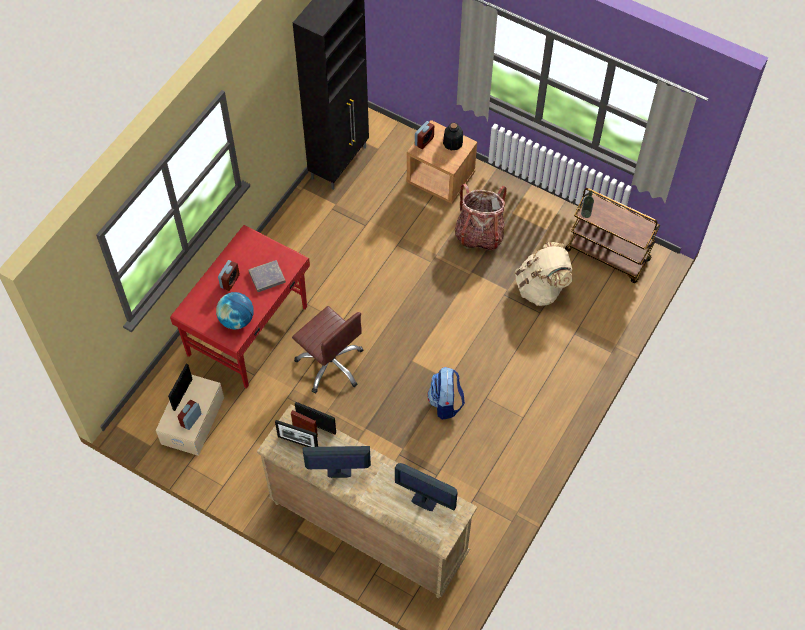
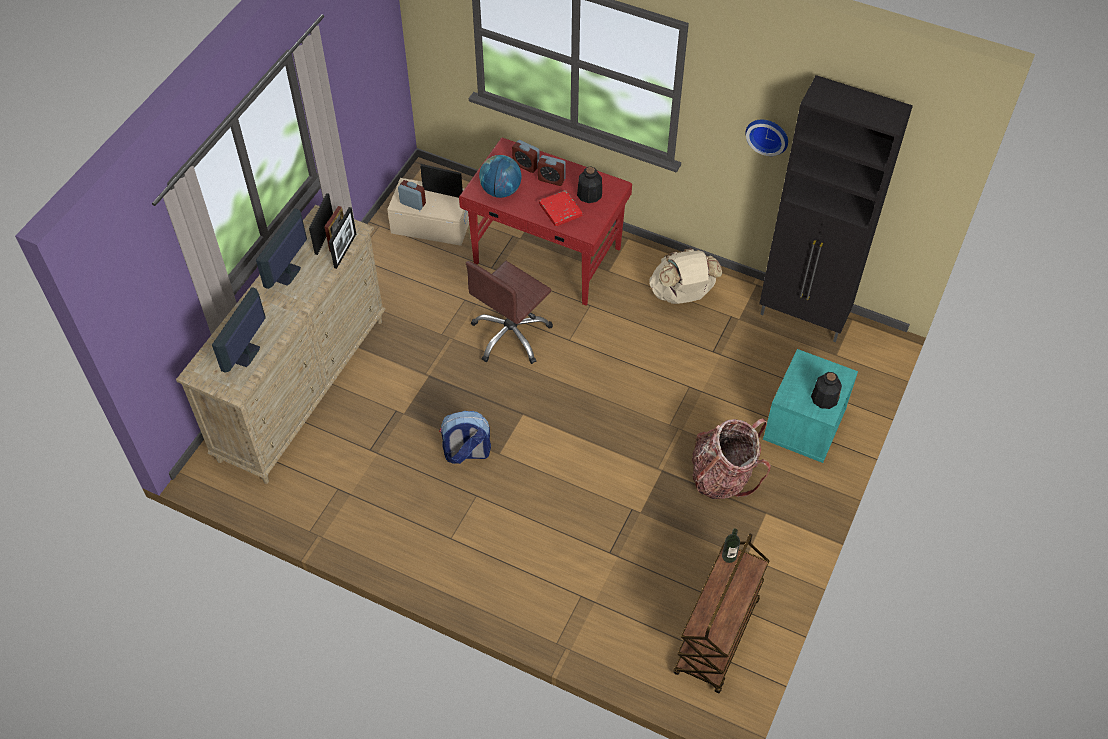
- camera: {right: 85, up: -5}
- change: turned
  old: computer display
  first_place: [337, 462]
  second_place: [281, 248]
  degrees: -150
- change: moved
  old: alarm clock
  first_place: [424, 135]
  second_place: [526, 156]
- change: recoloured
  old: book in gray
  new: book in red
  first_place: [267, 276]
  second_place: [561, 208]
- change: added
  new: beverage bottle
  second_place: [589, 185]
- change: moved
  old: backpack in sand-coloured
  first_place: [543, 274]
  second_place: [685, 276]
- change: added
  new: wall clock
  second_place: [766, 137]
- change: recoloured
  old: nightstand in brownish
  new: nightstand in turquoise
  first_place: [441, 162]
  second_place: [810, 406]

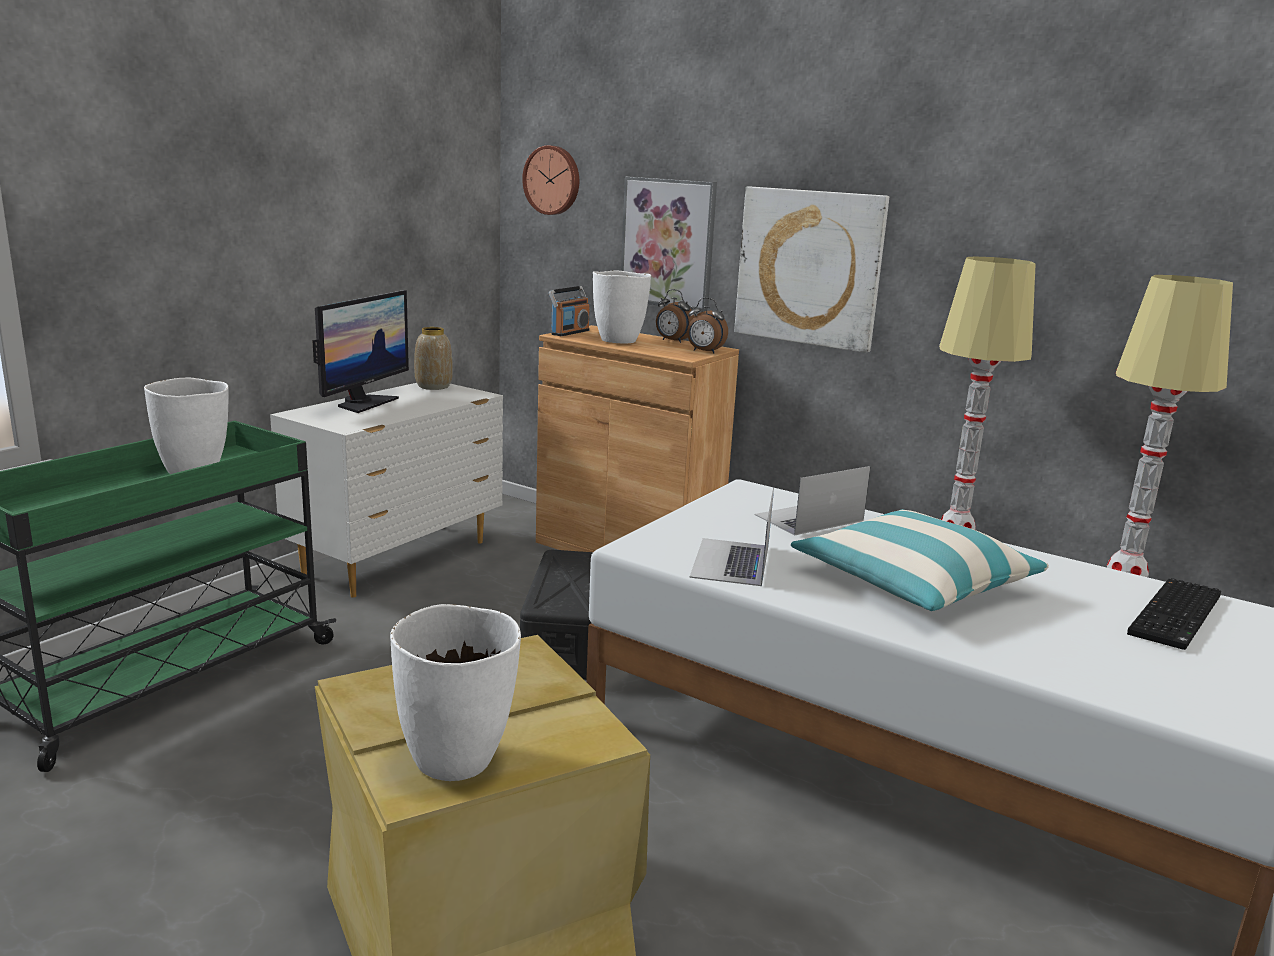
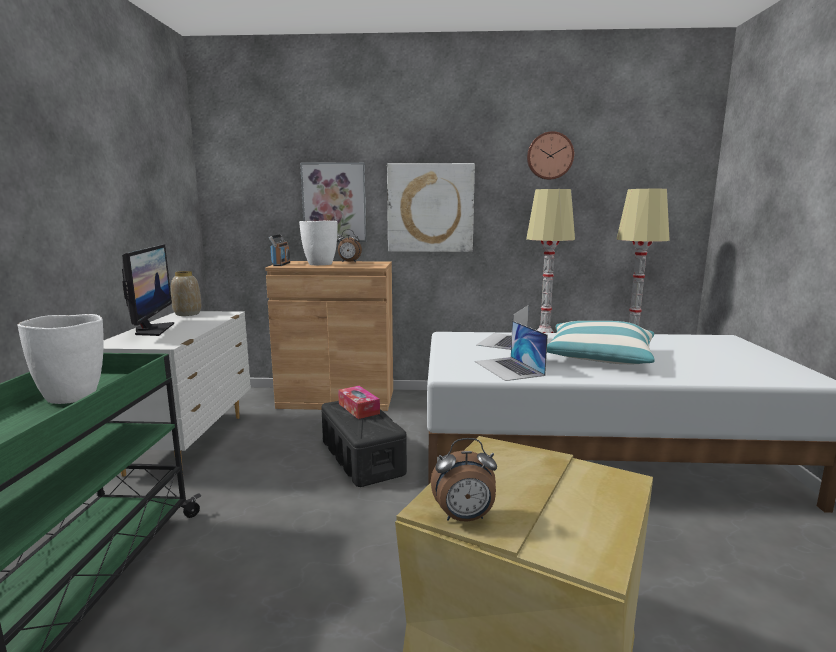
- camera: {right: -30, up: -5}
- change: added
  new: tissue box
  second_place: [359, 402]
- change: moved
  old: alarm clock
  first_place: [707, 325]
  second_place: [464, 480]
- change: moved
  old: wall clock
  first_place: [550, 180]
  second_place: [550, 155]
- change: removed
  old: decorative vase in white
  first_place: [455, 692]
- change: removed
  old: computer keyboard
  first_place: [1174, 614]

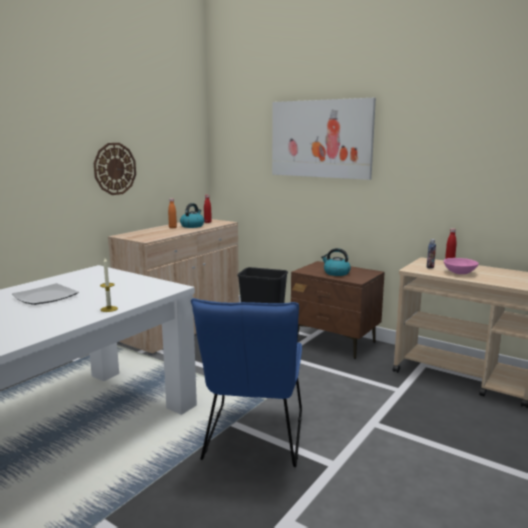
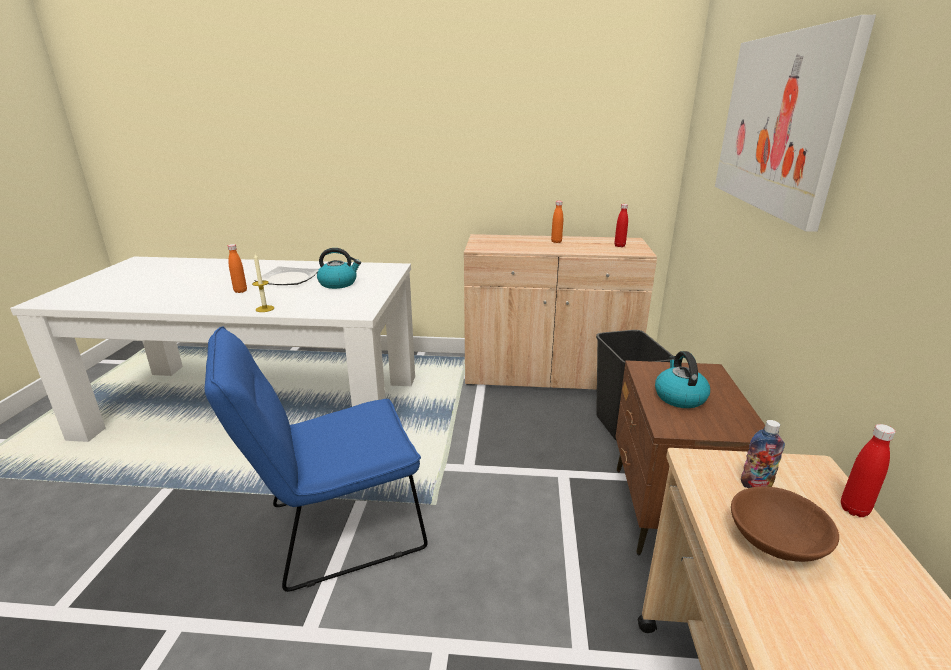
- camera: {right: 60, up: 10}
- change: added
  new: beverage bottle in orangey
  second_place: [237, 268]
- change: moved
  old: tea kettle
  first_place: [192, 215]
  second_place: [339, 268]
- change: recoloured
  old: serving bowl in pink-coloured
  new: serving bowl in brownish
  first_place: [461, 266]
  second_place: [785, 524]
- change: removed
  old: wall clock
  first_place: [115, 169]

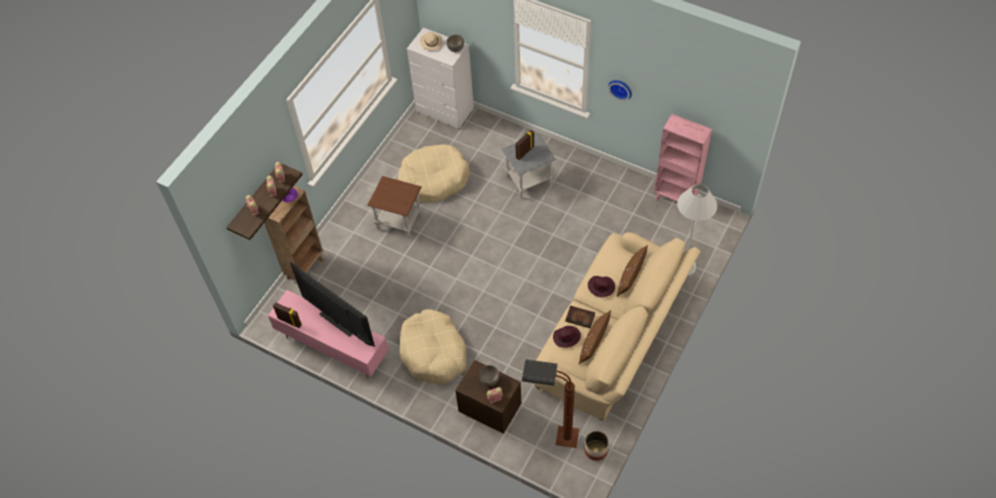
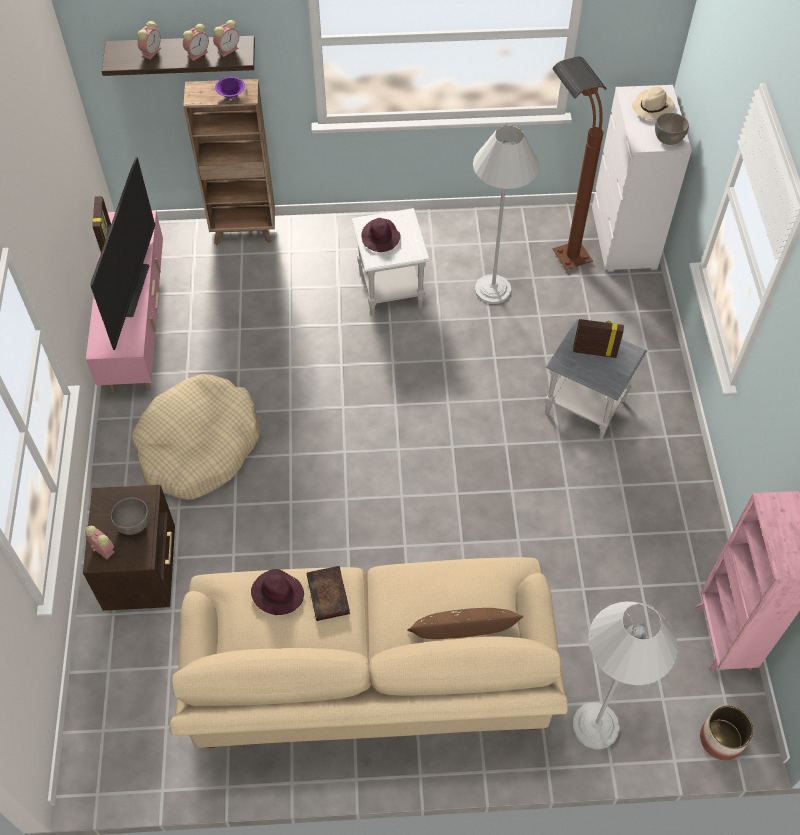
- camera: {right: 55, up: 0}
- change: recoloured
  old: side table in brownish
  new: side table in white
  first_place: [394, 207]
  second_place: [390, 262]
- change: moved
  old: wearable hat in purplish
  first_place: [601, 286]
  second_place: [381, 235]
- change: replaced
  old: dog bed in sand-coloured
  new: standing lamp in white
  first_place: [434, 173]
  second_place: [506, 214]
- change: moved
  old: standing lamp in brownish
  first_place: [550, 403]
  second_place: [579, 163]
- change: moved
  old: planter
  first_place: [596, 446]
  second_place: [726, 733]
- change: removed
  old: throw pillow in brownish
  first_place: [595, 337]
- change: removed
  old: wall clock
  first_place: [620, 90]

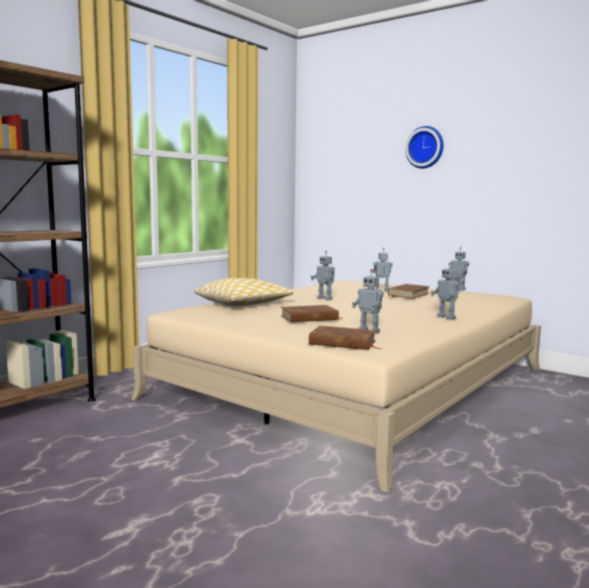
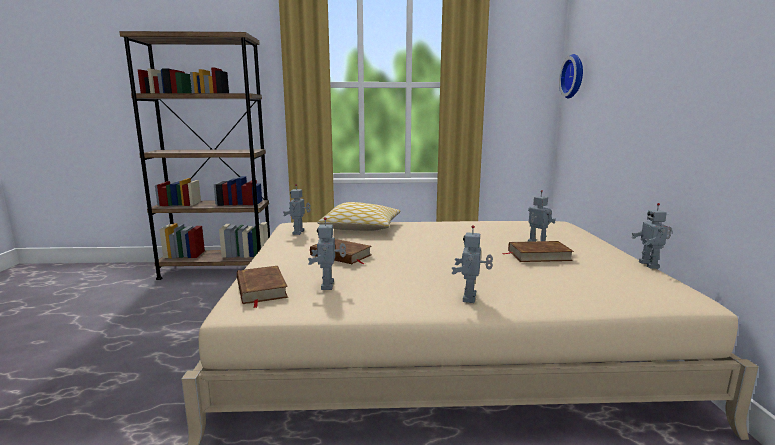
- camera: {right: 50, up: 5}
- change: moved
  old: toy robot
  first_place: [323, 275]
  second_place: [297, 209]
- change: moved
  old: wall clock
  first_place: [424, 147]
  second_place: [571, 76]

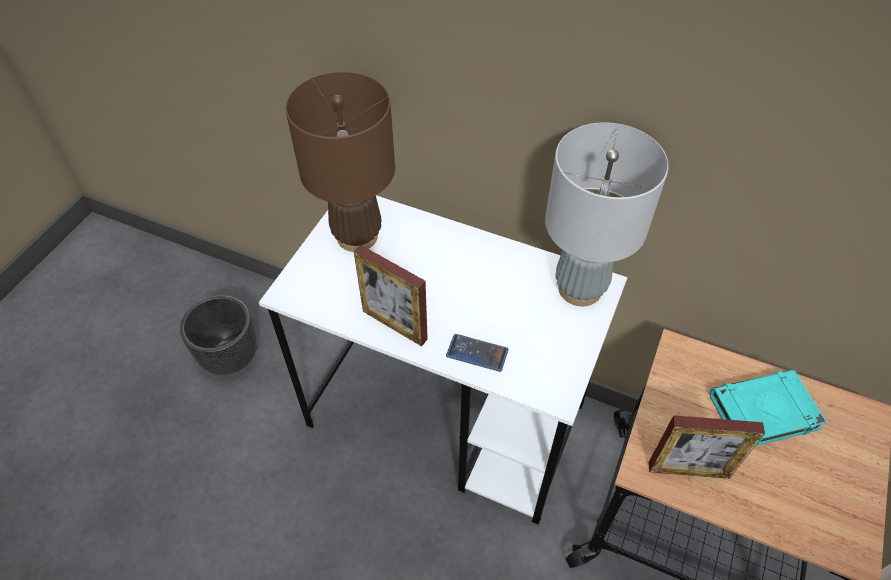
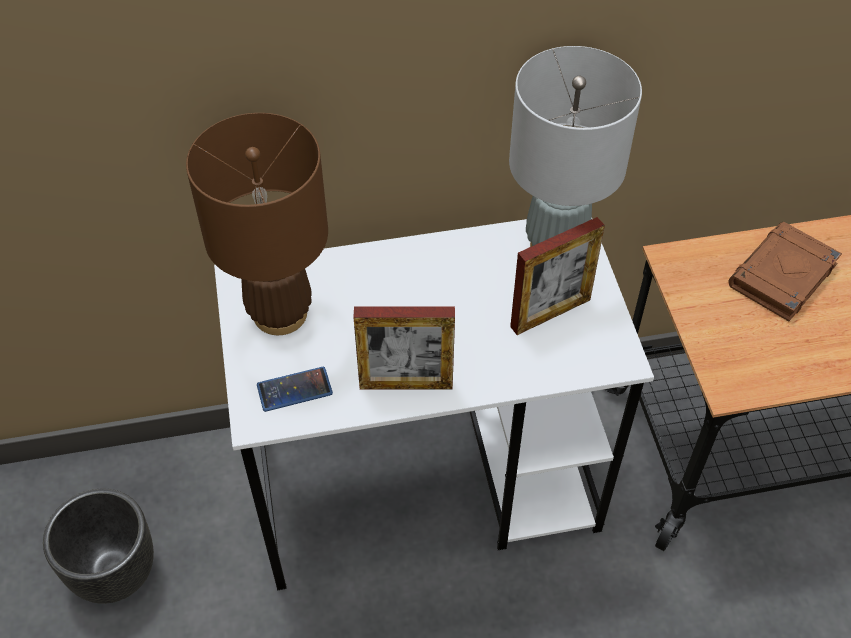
- camera: {right: -35, up: 0}
- change: moved
  old: phone
  first_place: [477, 353]
  second_place: [295, 389]
- change: moved
  old: standing frame
  first_place: [707, 447]
  second_place: [557, 276]
- change: recoloured
  old: book in turquoise
  new: book in brownish
  first_place: [768, 408]
  second_place: [785, 272]

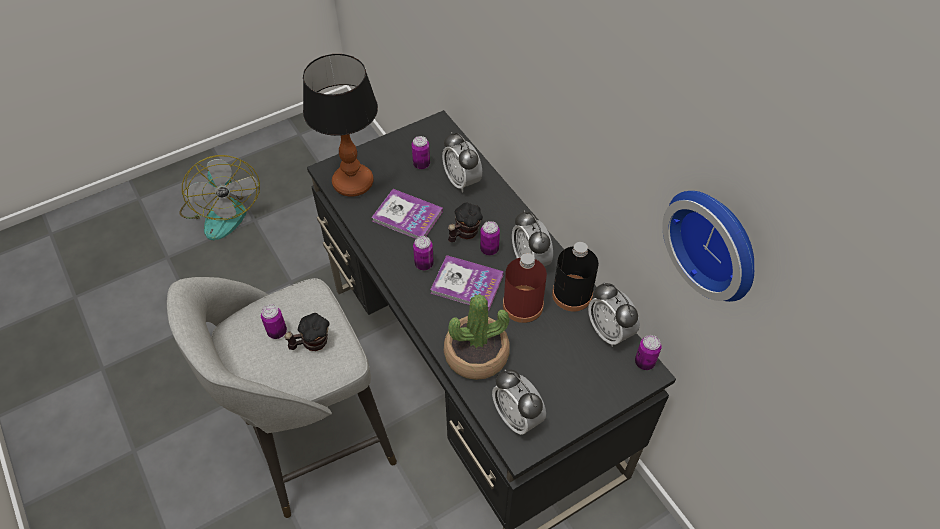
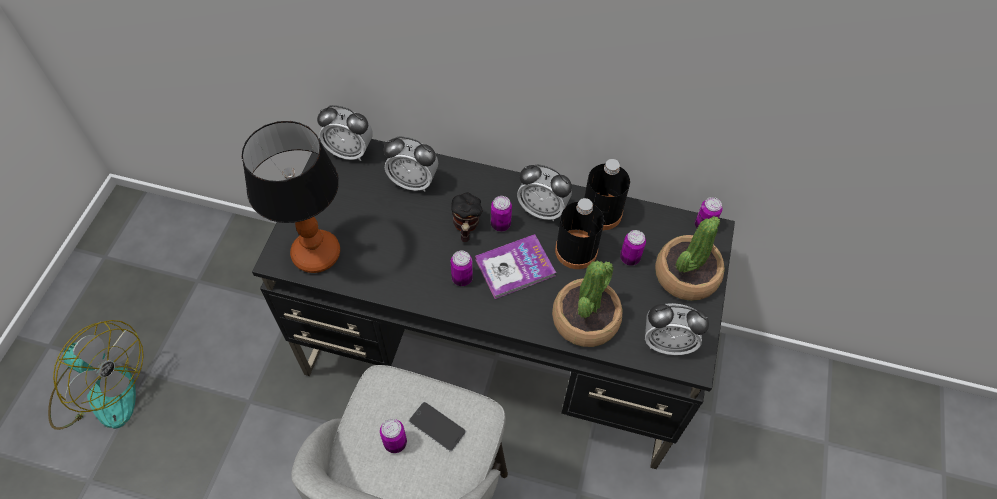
- camera: {right: -45, up: 5}
- change: moved
  old: alarm clock
  first_place: [614, 314]
  second_place: [345, 133]
- change: replaced
  old: mug
  new: phone
  first_place: [307, 332]
  second_place: [437, 426]
- change: recoloured
  old: beverage bottle in red
  new: beverage bottle in black
  first_place: [525, 288]
  second_place: [579, 233]
- change: moved
  old: metal can
  first_place: [421, 152]
  second_place: [633, 248]
- change: added
  new: potted plant
  second_place: [690, 258]
- change: removed
  old: book
  first_place: [407, 214]
- change: removed
  old: wall clock
  first_place: [708, 246]

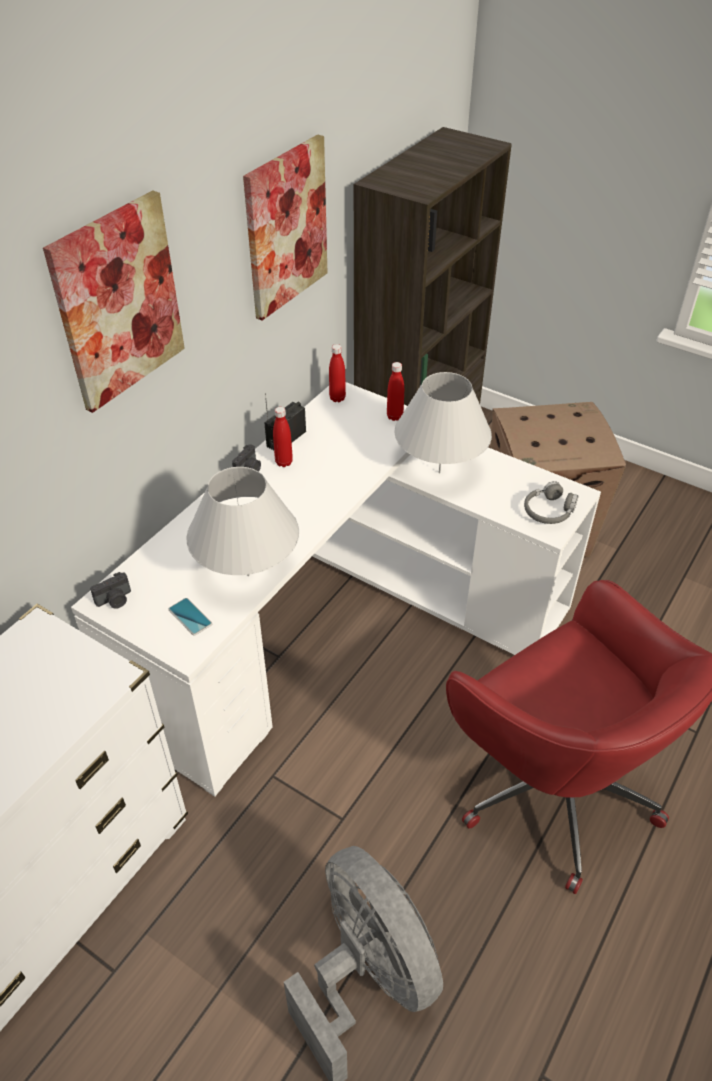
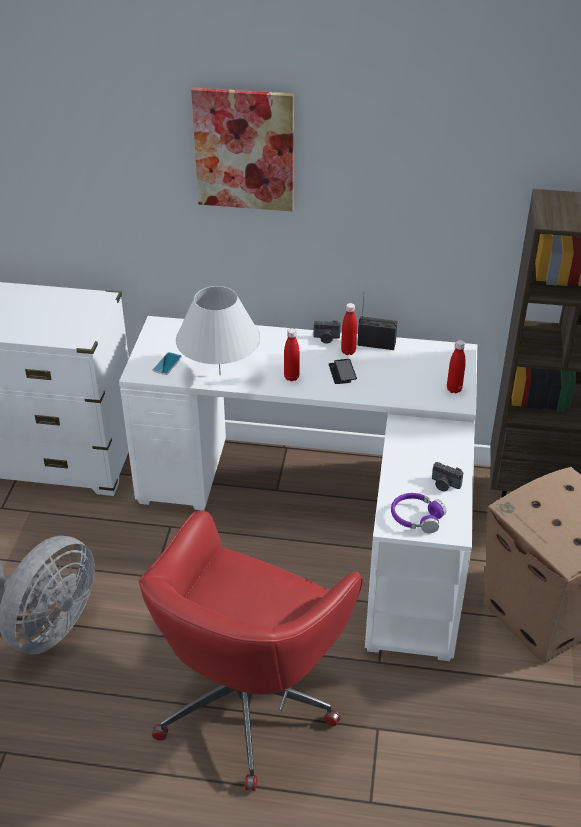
- camera: {right: 65, up: -5}
- change: moved
  old: beverage bottle in red
  first_place: [337, 373]
  second_place: [292, 354]
- change: added
  new: phone
  second_place: [343, 371]
- change: recoloured
  old: headphones in gray
  new: headphones in purplish
  first_place: [551, 502]
  second_place: [418, 513]
- change: moved
  old: photo camera
  first_place: [110, 590]
  second_place: [447, 476]
- change: removed
  old: wall picture
  first_place: [285, 227]
- change: removed
  old: table lamp in white
  first_place: [443, 423]

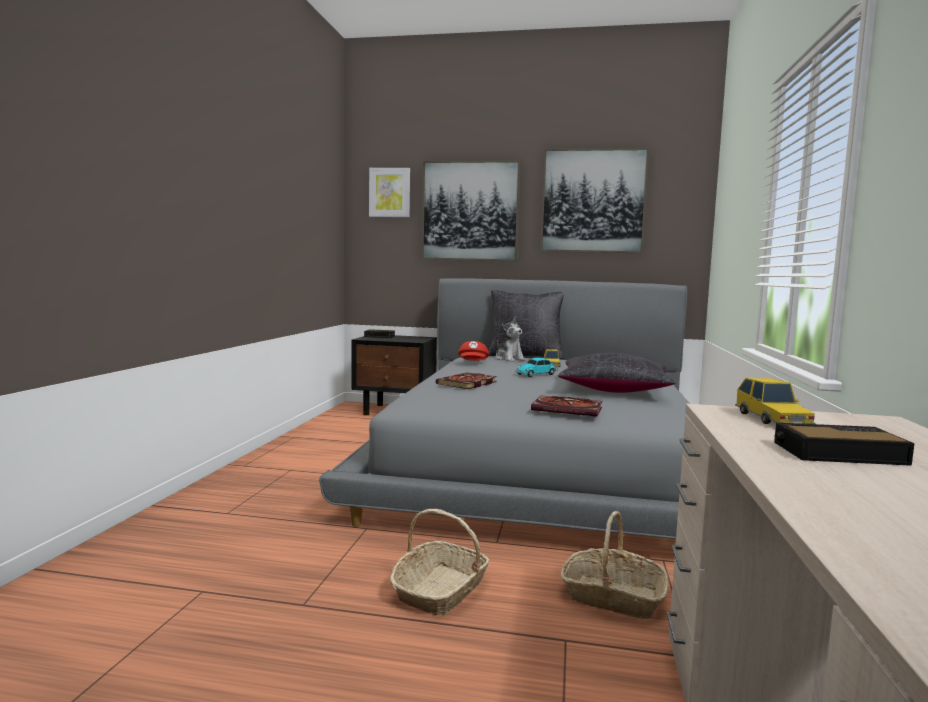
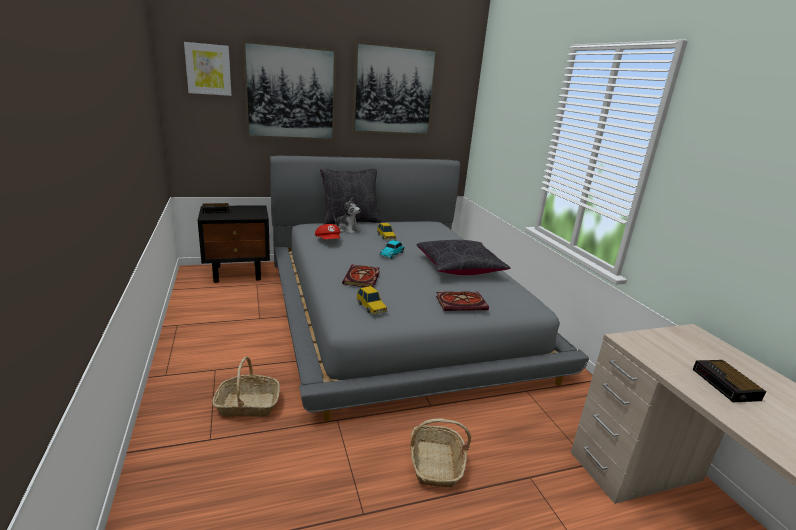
- camera: {right: -30, up: 15}
- change: moved
  old: basket
  first_place: [614, 565]
  second_place: [246, 386]
- change: moved
  old: toy car
  first_place: [775, 401]
  second_place: [372, 300]
- change: turned
  old: alarm clock
  first_place: [844, 444]
  second_place: [729, 381]
  degrees: -75

